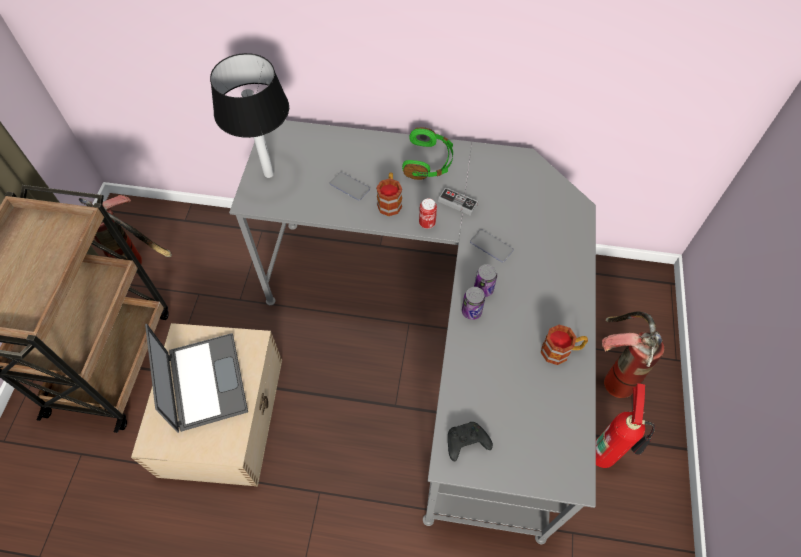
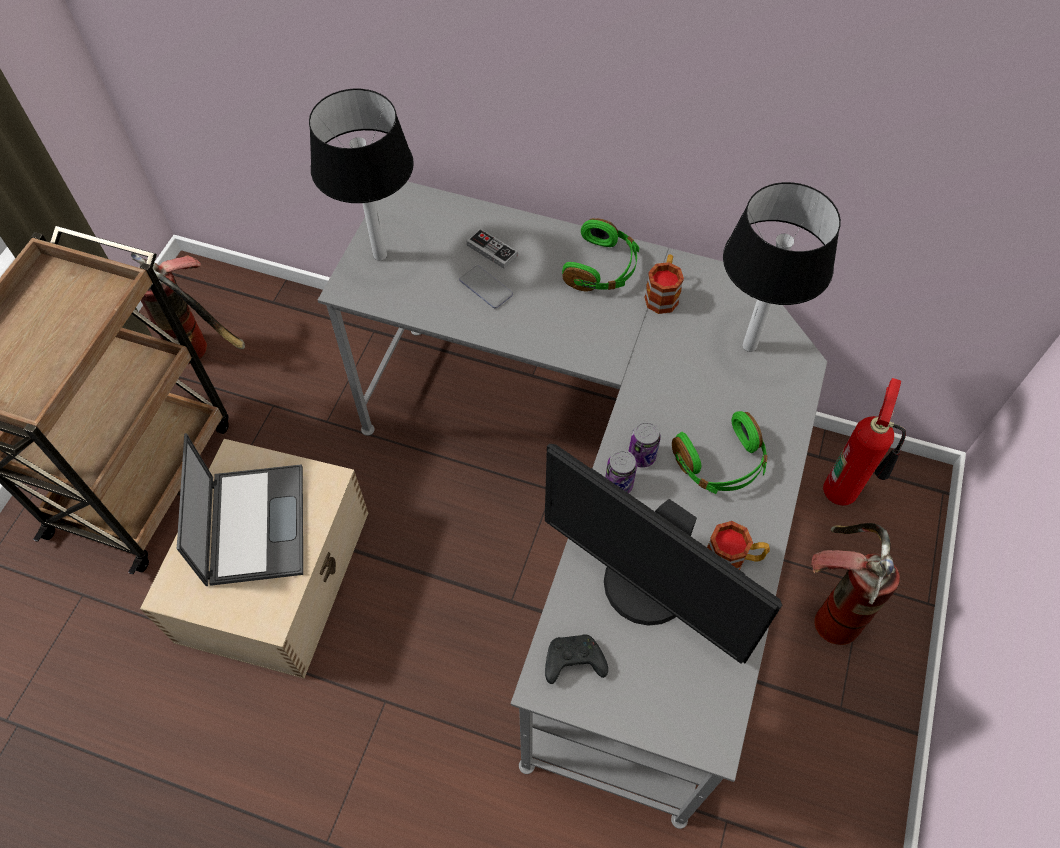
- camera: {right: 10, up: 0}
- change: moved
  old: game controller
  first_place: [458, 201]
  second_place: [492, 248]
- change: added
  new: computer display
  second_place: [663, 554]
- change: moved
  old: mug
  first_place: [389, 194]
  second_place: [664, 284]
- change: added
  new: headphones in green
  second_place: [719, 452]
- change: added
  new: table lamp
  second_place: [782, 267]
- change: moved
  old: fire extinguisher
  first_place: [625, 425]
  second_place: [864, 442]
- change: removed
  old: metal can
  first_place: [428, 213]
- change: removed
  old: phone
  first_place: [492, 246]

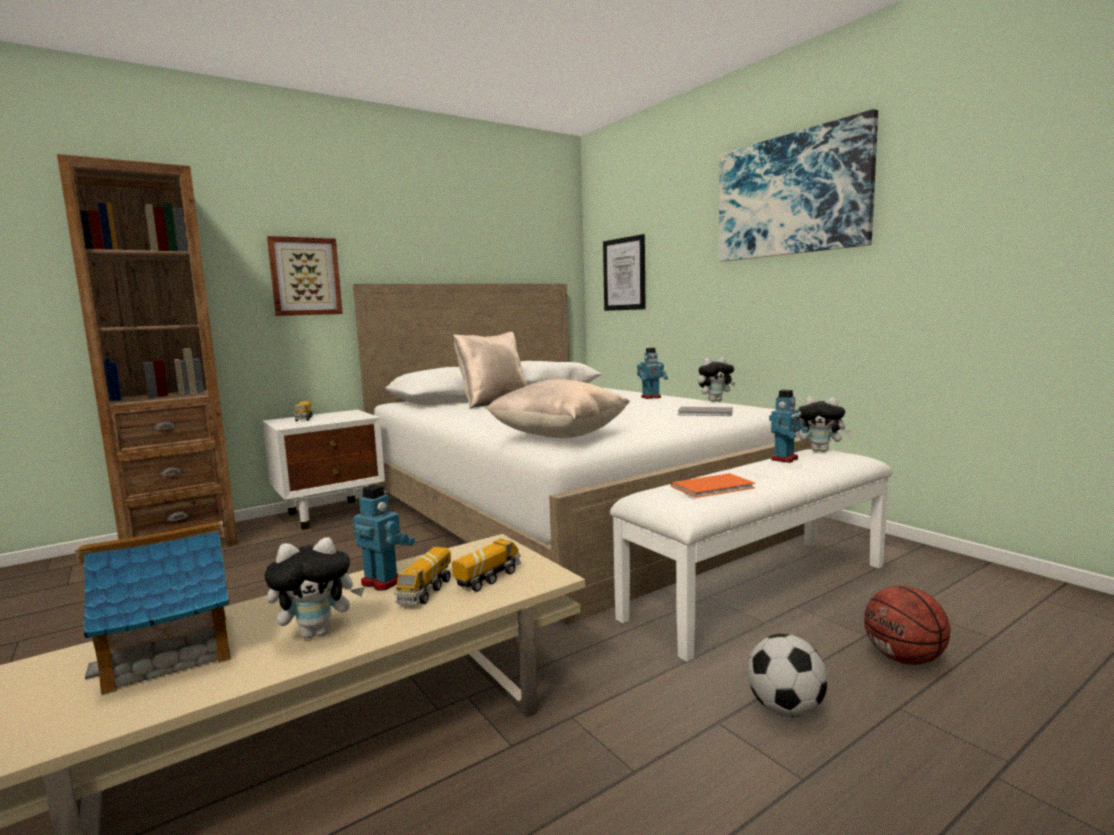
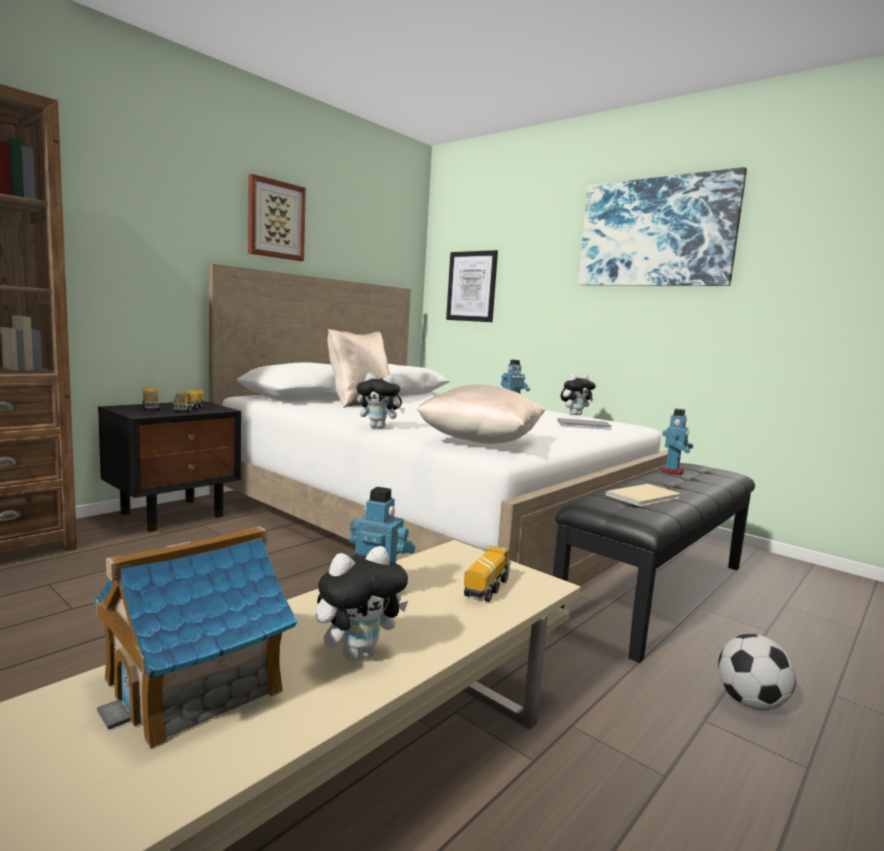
- camera: {right: -15, up: 0}
- change: recoloured
  old: nightstand in white
  new: nightstand in black
  first_place: [323, 470]
  second_place: [169, 466]
- change: moved
  old: toy lorry
  first_place: [423, 576]
  second_place: [188, 401]
- change: moved
  old: wall picture
  first_place: [305, 276]
  second_place: [277, 217]
- change: moved
  old: cuddly toy
  first_place: [825, 424]
  second_place: [381, 401]
- change: recoloured
  old: bench in white
  new: bench in black
  first_place: [751, 555]
  second_place: [654, 563]
- change: recoloured
  old: book in orangey
  new: book in sand-coloured
  first_place: [713, 485]
  second_place: [643, 495]
- change: removed
  old: ball for basketball
  first_place: [907, 625]

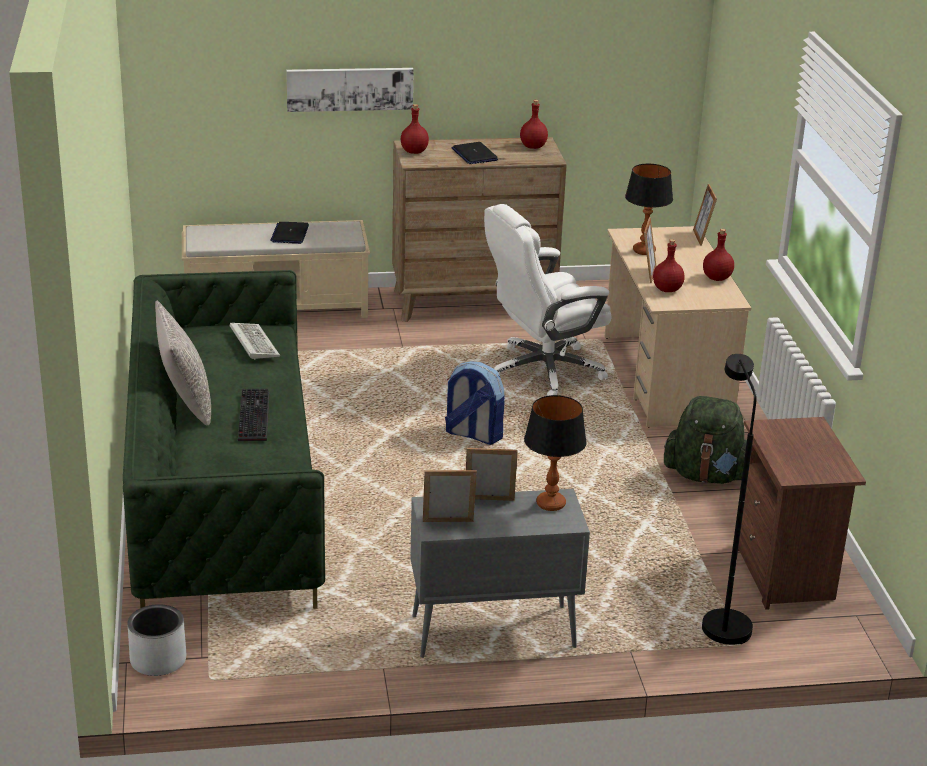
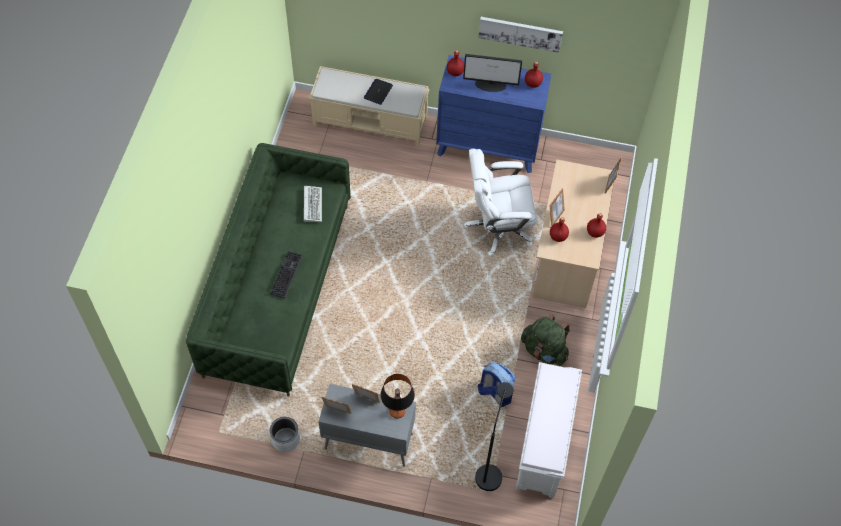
- camera: {right: 20, up: 30}
- change: moved
  old: planter in gray
  first_place: [156, 640]
  second_place: [285, 434]
- change: recoloured
  old: chest of drawers in brownish
  new: chest of drawers in bluish
  first_place: [479, 229]
  second_place: [493, 114]
- change: replaced
  old: portable computer
  new: computer display
  first_place: [474, 153]
  second_place: [492, 73]
- change: moved
  old: wall picture
  first_place: [350, 90]
  second_place: [520, 35]
- change: moved
  old: backpack
  first_place: [475, 403]
  second_place: [496, 384]
- change: replaced
  old: nightstand in brownish
  new: bench in white
  first_place: [802, 513]
  second_place: [548, 430]
- change: removed
  old: throw pillow in gray
  first_place: [183, 363]
- change: removed
  old: table lamp
  first_place: [649, 209]

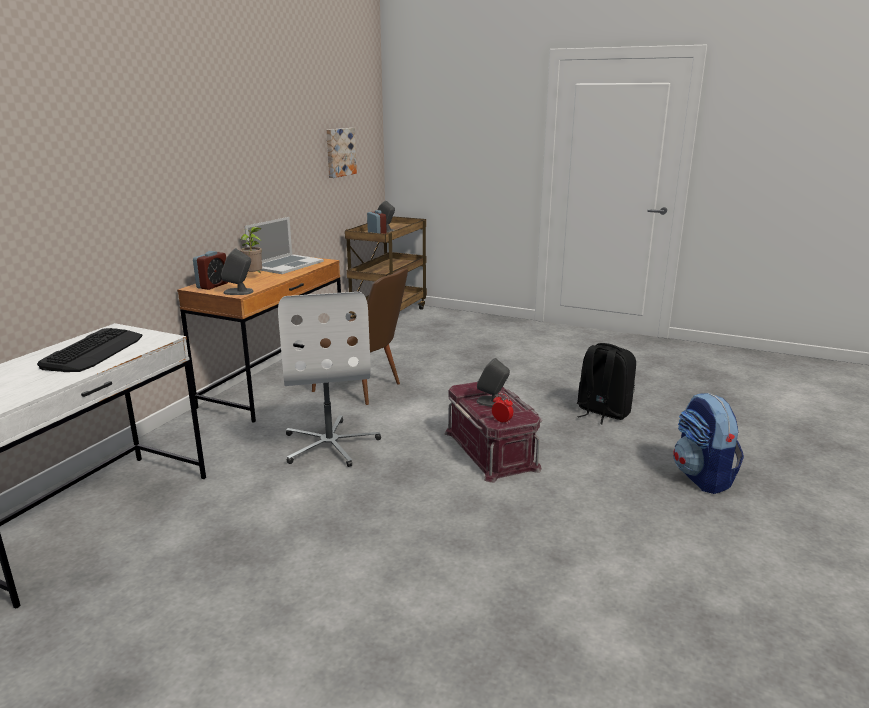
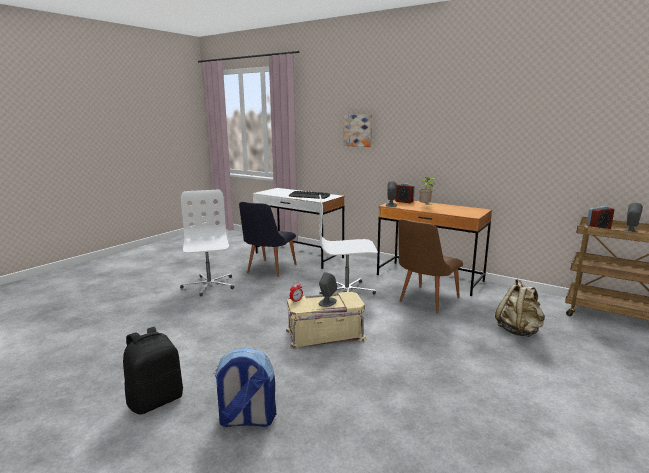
- camera: {right: 100, up: -5}
- change: moved
  old: backpack in black
  first_place: [606, 383]
  second_place: [153, 370]
- change: added
  new: computer chair in white
  second_place: [207, 243]
- change: added
  new: chair in black
  second_place: [267, 239]
- change: recoloured
  old: storage bin in red
  new: storage bin in sand-coloured
  first_place: [493, 432]
  second_place: [326, 320]
- change: moved
  old: wall picture
  first_place: [341, 153]
  second_place: [358, 131]
- change: added
  new: backpack in sand-coloured
  second_place: [520, 308]
- change: removed
  old: portable computer
  first_place: [284, 245]

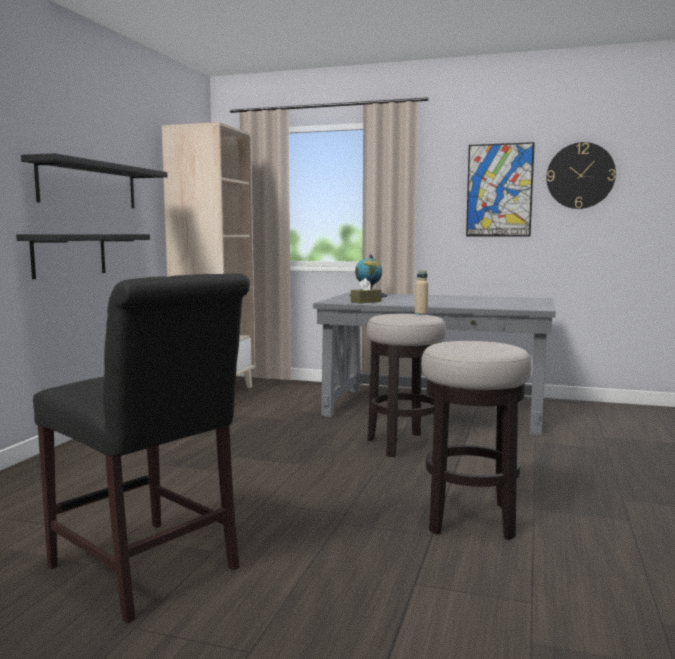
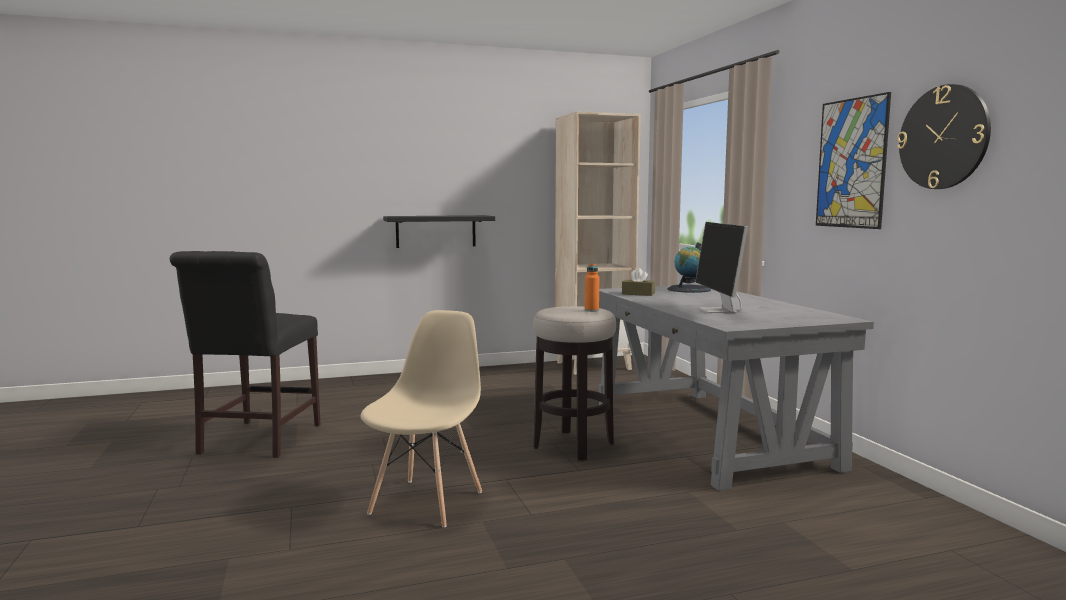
- camera: {right: 55, up: 0}
- change: replaced
  old: stool seat
  new: chair in sand-coloured
  first_place: [476, 440]
  second_place: [421, 419]
- change: recoloured
  old: beverage bottle in sand-coloured
  new: beverage bottle in orangey
  first_place: [421, 292]
  second_place: [592, 287]
- change: added
  new: computer display
  second_place: [721, 267]
- change: removed
  old: bracket shelf in black
  first_place: [94, 180]

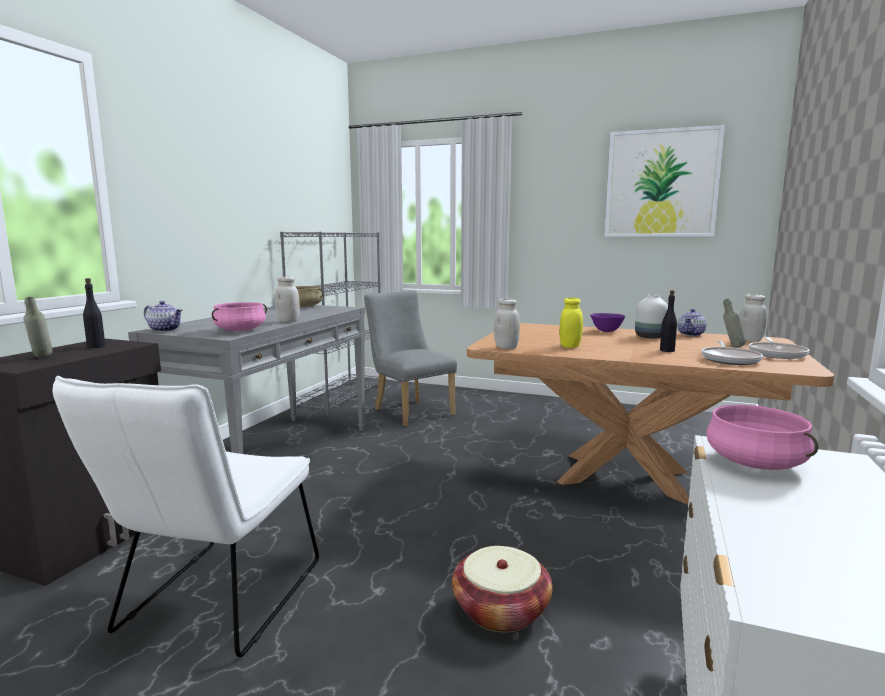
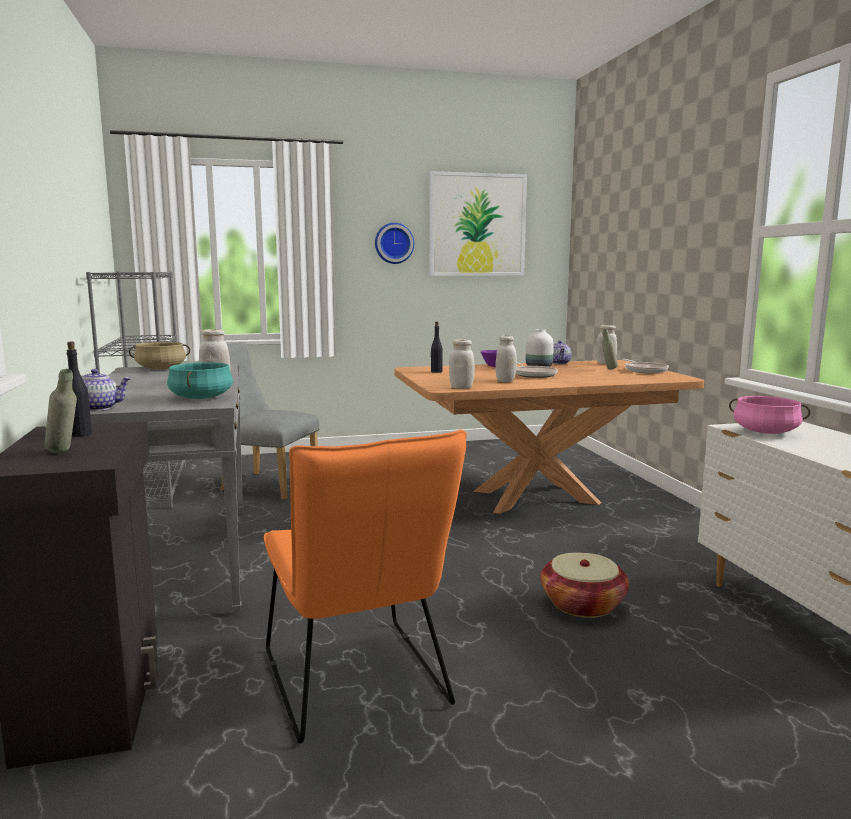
- camera: {right: -35, up: 0}
- change: recoloured
  old: saucepot in pink-coloured
  new: saucepot in turquoise
  first_place: [239, 316]
  second_place: [200, 380]
- change: recoloured
  old: chair in white
  new: chair in orangey
  first_place: [185, 516]
  second_place: [365, 587]
- change: added
  new: wall clock
  second_place: [394, 243]
- change: moved
  old: beverage bottle in black
  first_place: [668, 321]
  second_place: [437, 347]
- change: recoloured
  old: preserve jar in yellow-coloured
  new: preserve jar in white
  first_place: [571, 323]
  second_place: [506, 358]
- change: moved
  old: pan
  first_place: [732, 352]
  second_place: [537, 370]

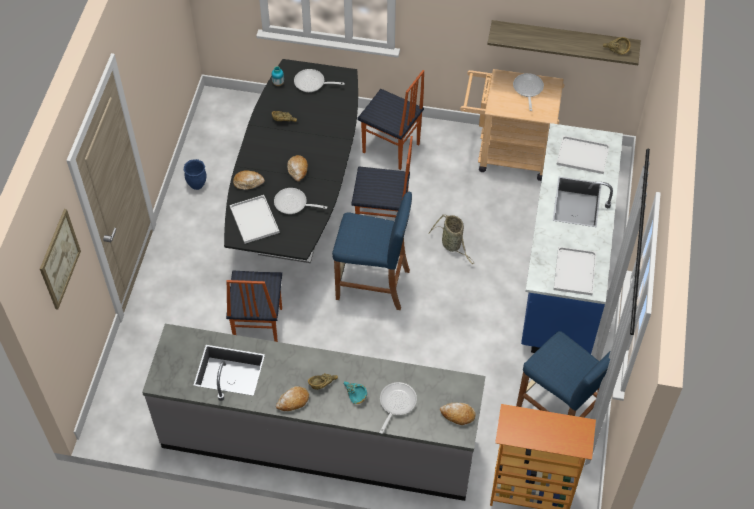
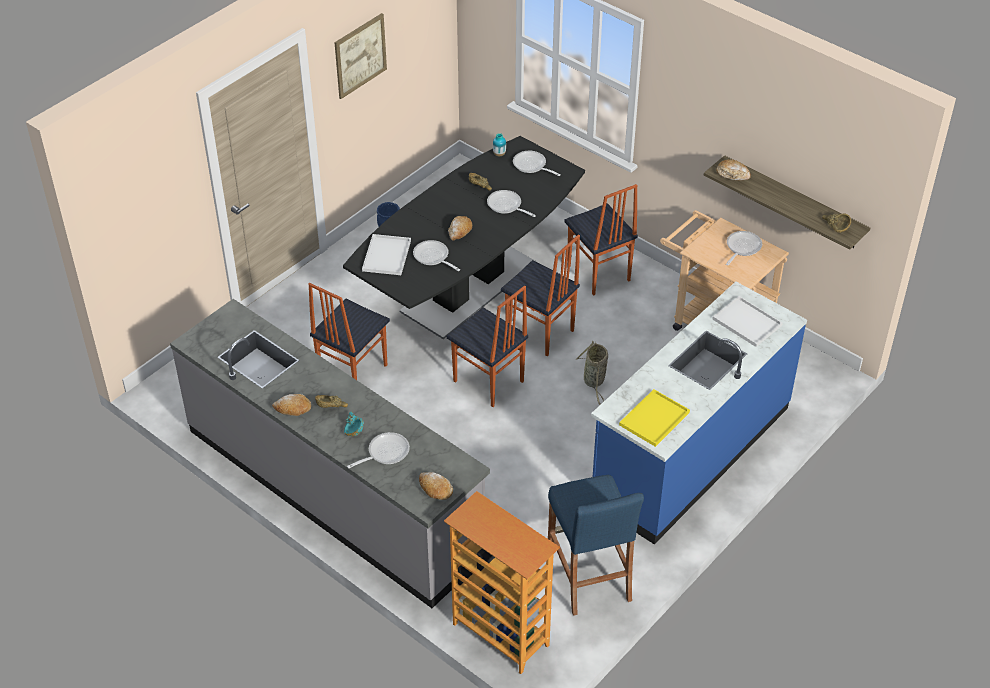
- camera: {right: 30, up: -10}
- change: moved
  old: wall picture
  first_place: [60, 259]
  second_place: [360, 56]
- change: replaced
  old: stool seat in bluish
  new: chair
  first_place: [372, 250]
  second_place: [487, 346]
- change: added
  new: pan
  second_place: [511, 203]
- change: recoloured
  old: tray in white
  new: tray in yellow-coloured
  first_place: [575, 271]
  second_place: [654, 418]
- change: moved
  old: bakery bread
  first_place: [249, 180]
  second_place: [733, 169]

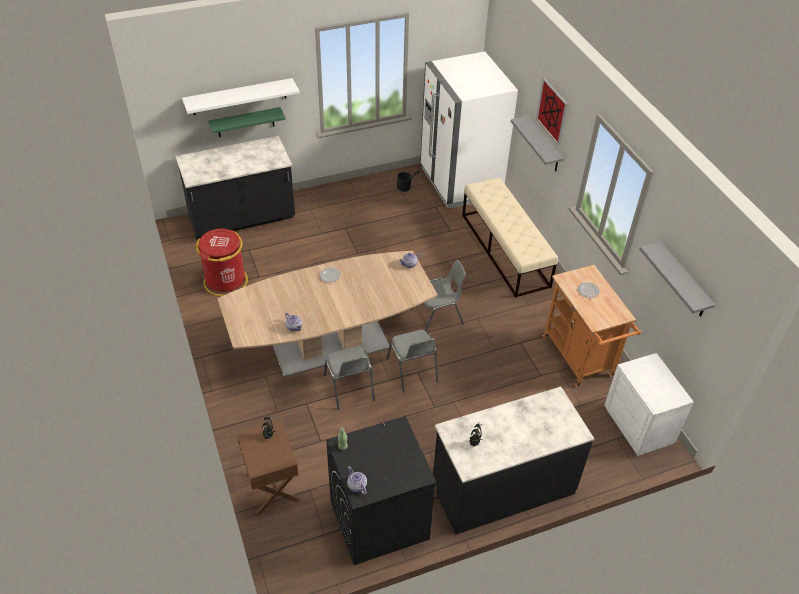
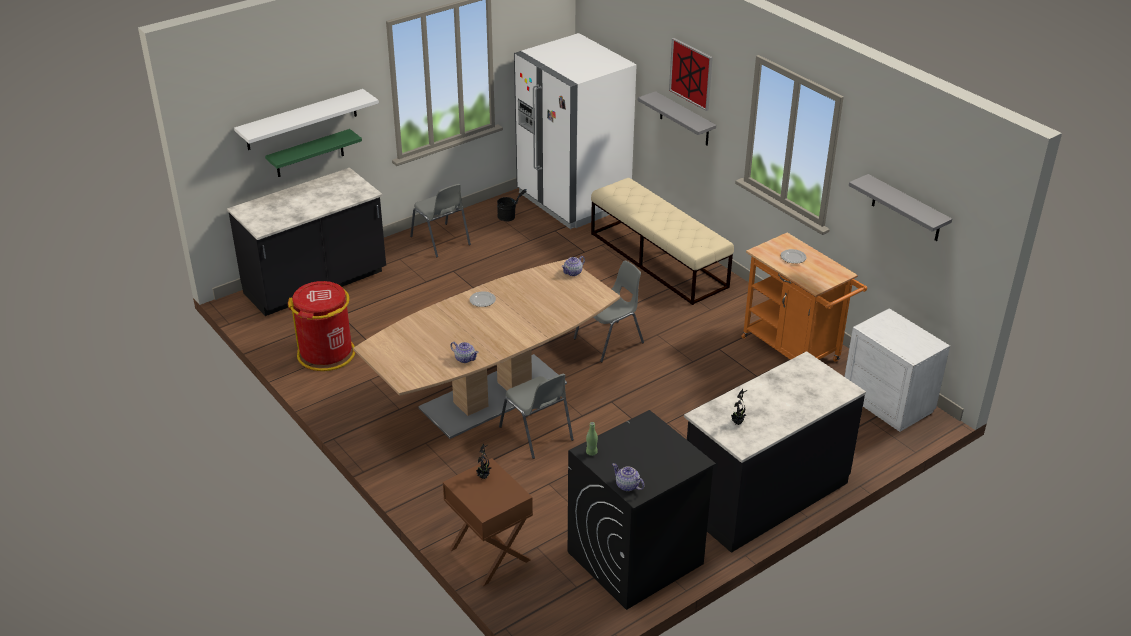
- camera: {right: -15, up: -10}
- change: moved
  old: chair in gray
  first_place: [412, 361]
  second_place: [440, 221]

